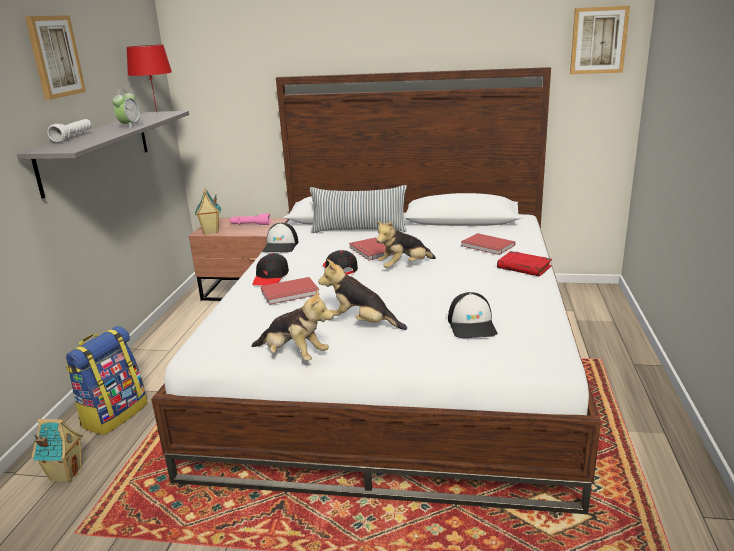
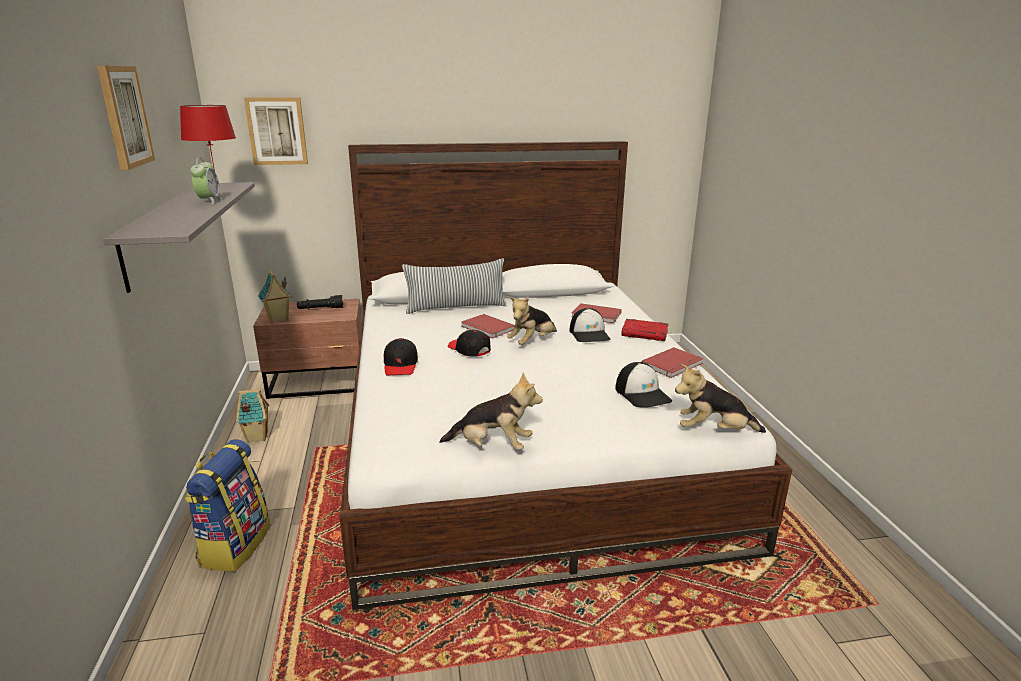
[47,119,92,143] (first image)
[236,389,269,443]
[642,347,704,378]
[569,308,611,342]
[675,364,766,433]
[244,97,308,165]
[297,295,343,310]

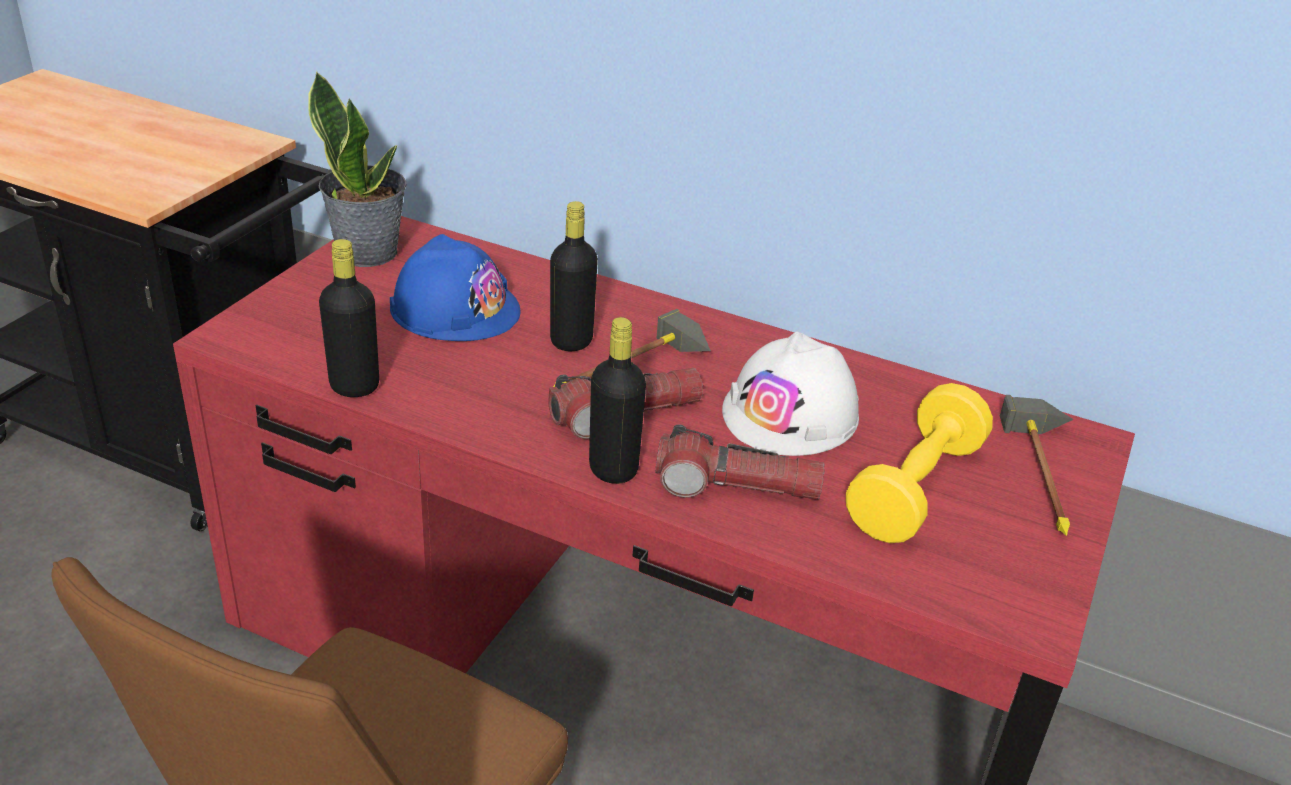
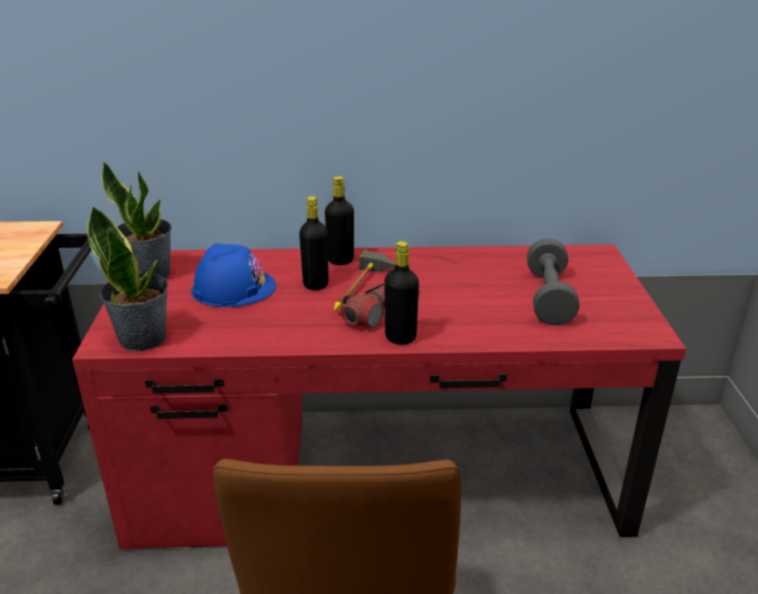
[655,425,825,500] (first image)
[722,331,859,456] (first image)
[1000,395,1074,536] (first image)
[87,207,168,351]
[325,176,354,265]
[527,238,579,325]

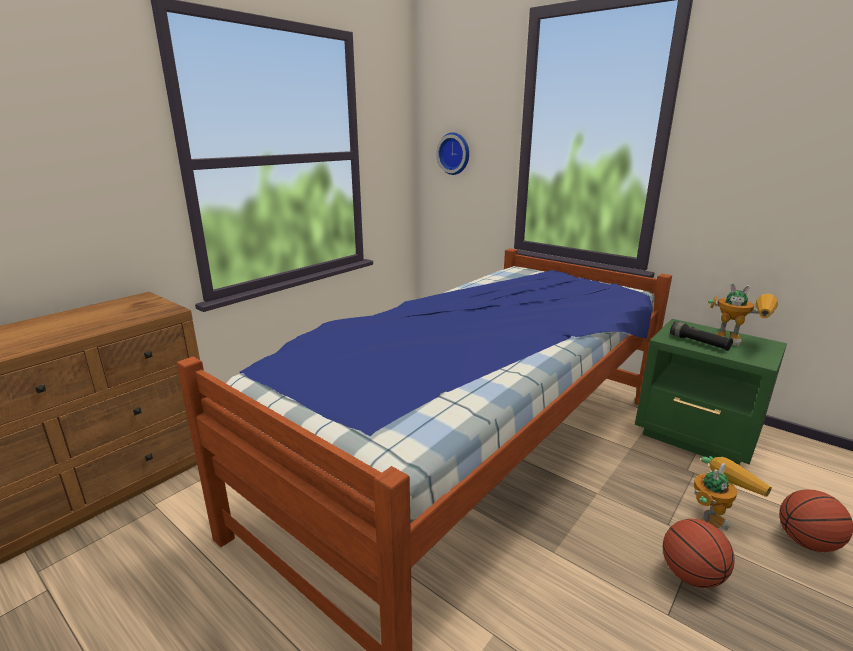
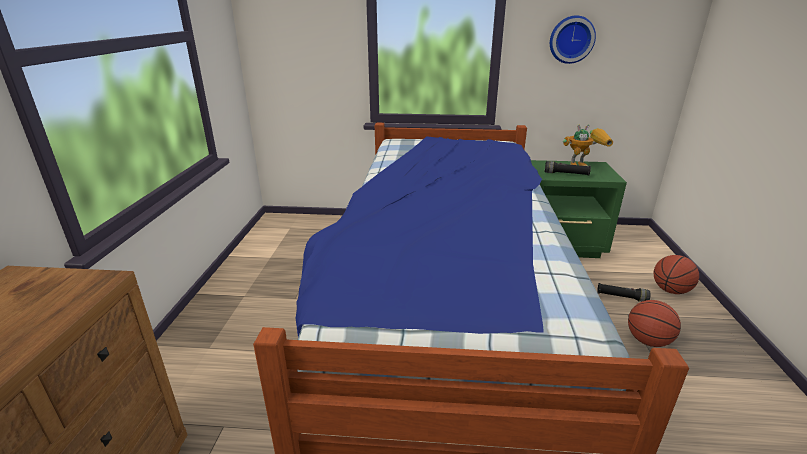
[550,15,596,64]
[597,283,650,302]

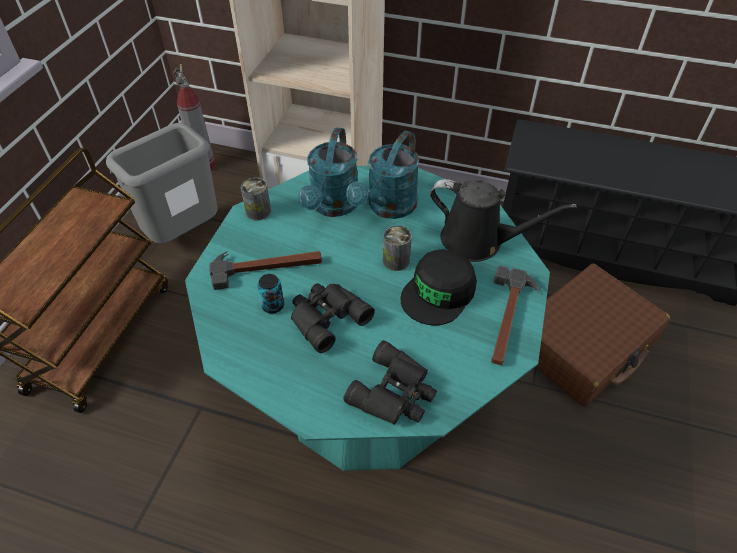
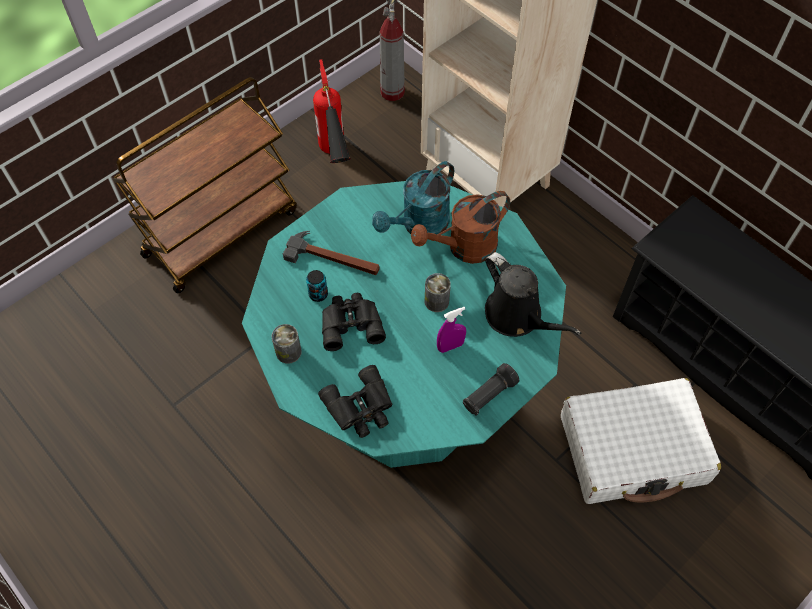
[271,324,302,364]
[313,59,351,163]
[437,307,466,353]
[463,363,519,416]
[411,191,510,264]
[561,378,721,504]

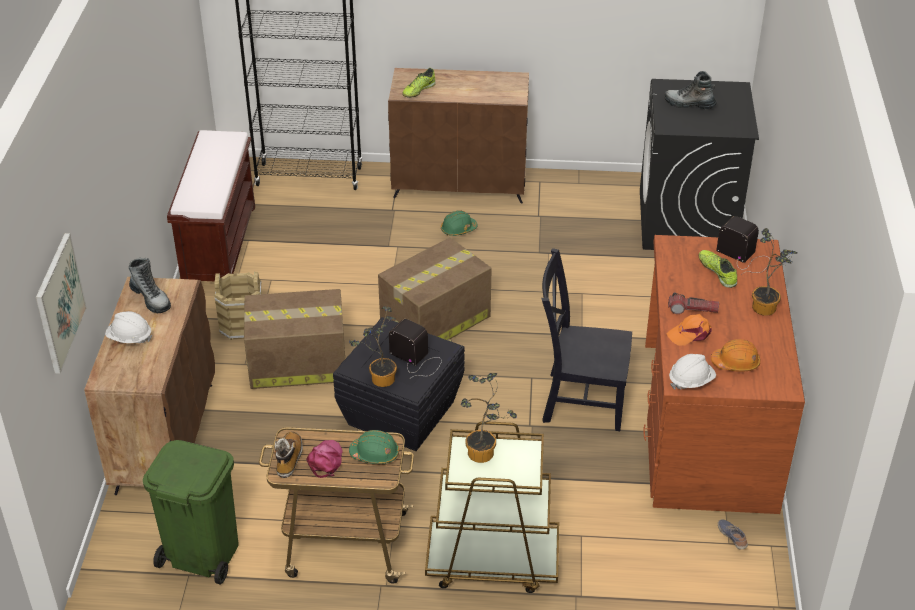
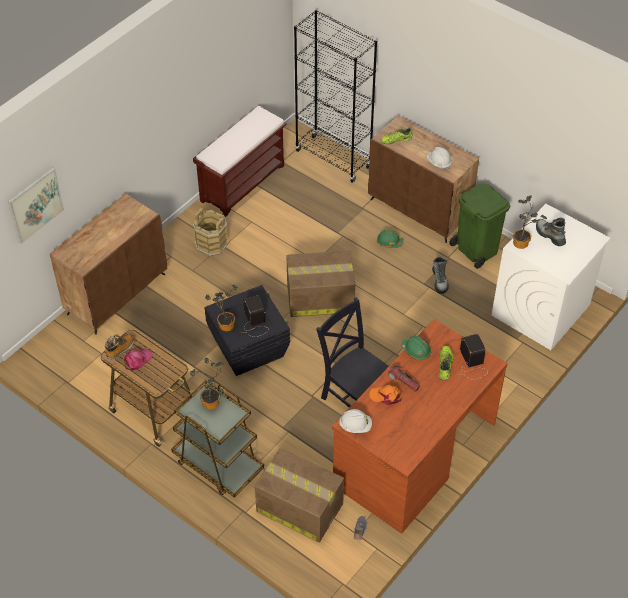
[711,339,761,372] (first image)
[427,147,452,170]
[432,257,449,294]
[449,183,510,269]
[255,448,344,543]
[401,336,431,360]
[513,196,547,249]
[492,204,610,350]

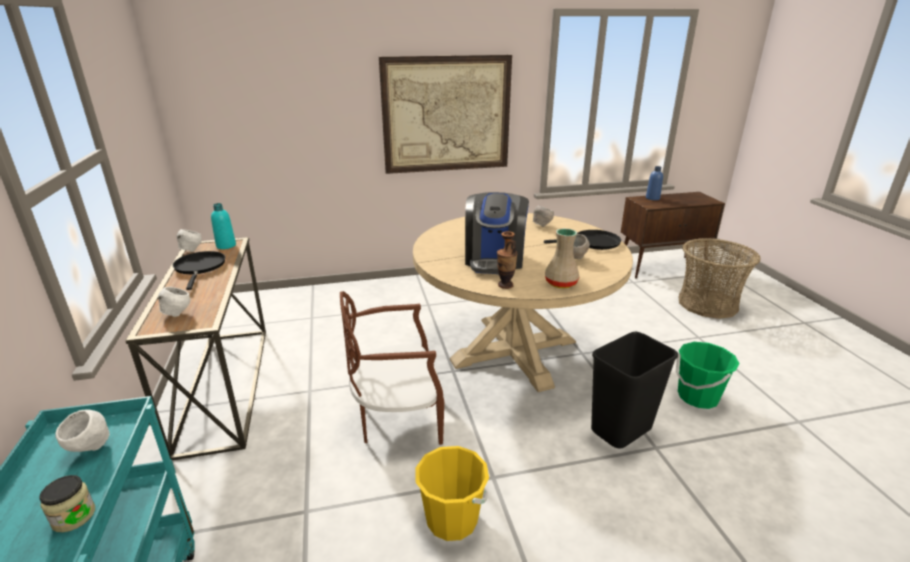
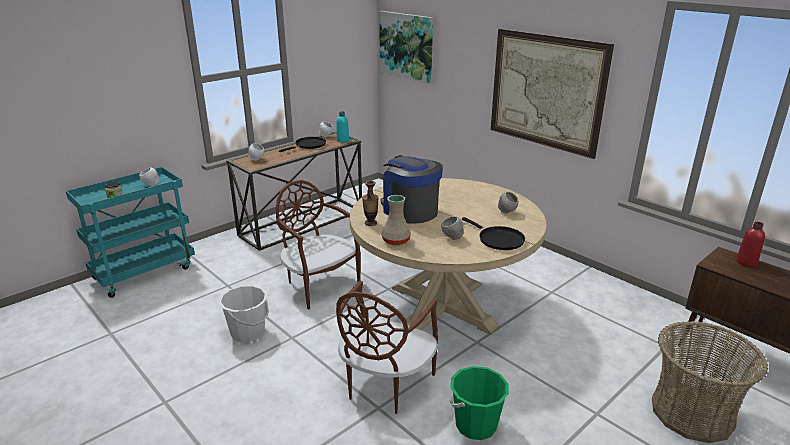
[379,11,433,84]
[336,281,438,414]
[219,285,269,342]
[736,222,765,267]
[381,155,443,224]

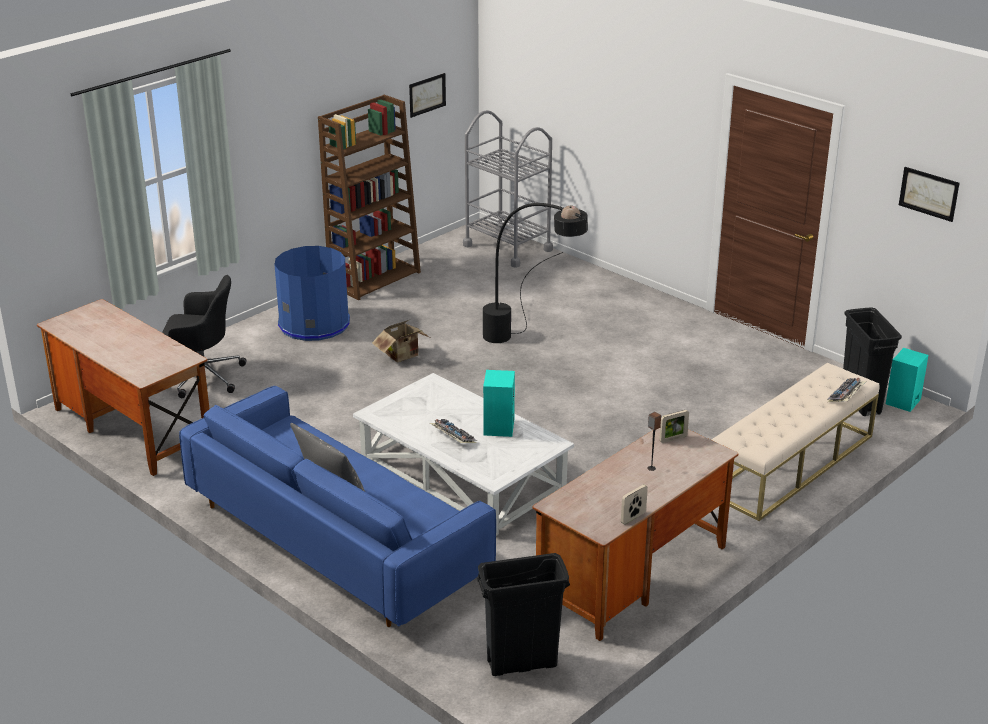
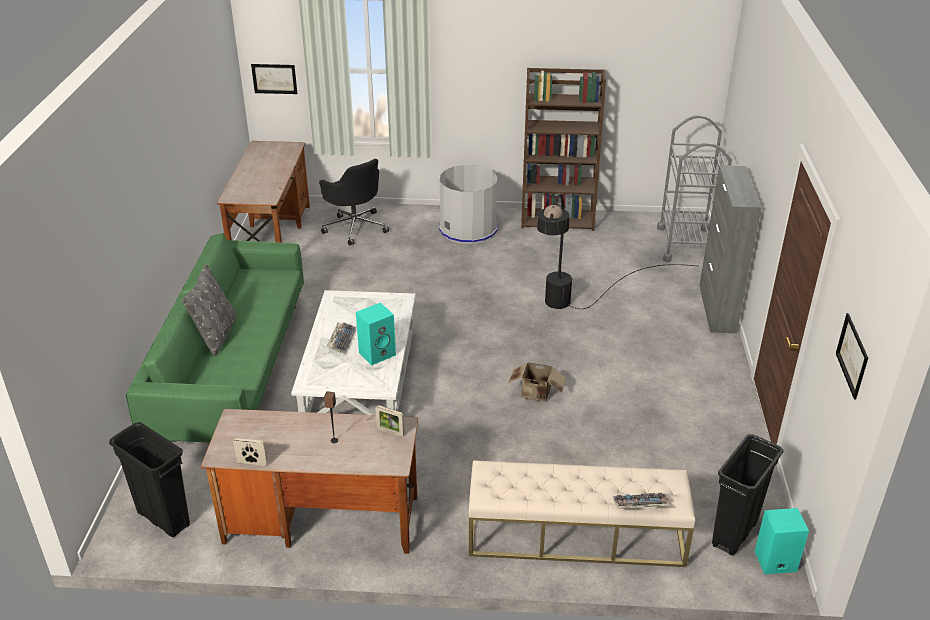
[699,165,762,333]
[508,362,566,402]
[251,64,297,94]
[126,233,304,443]
[439,165,498,244]

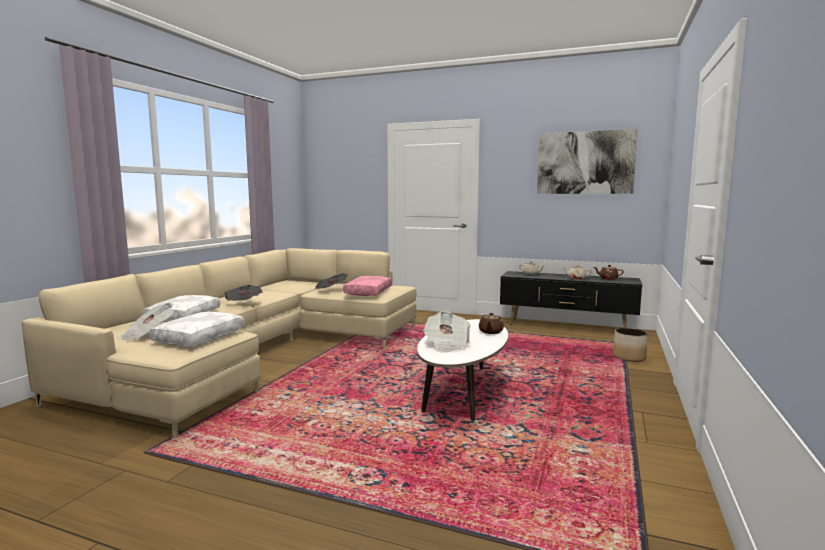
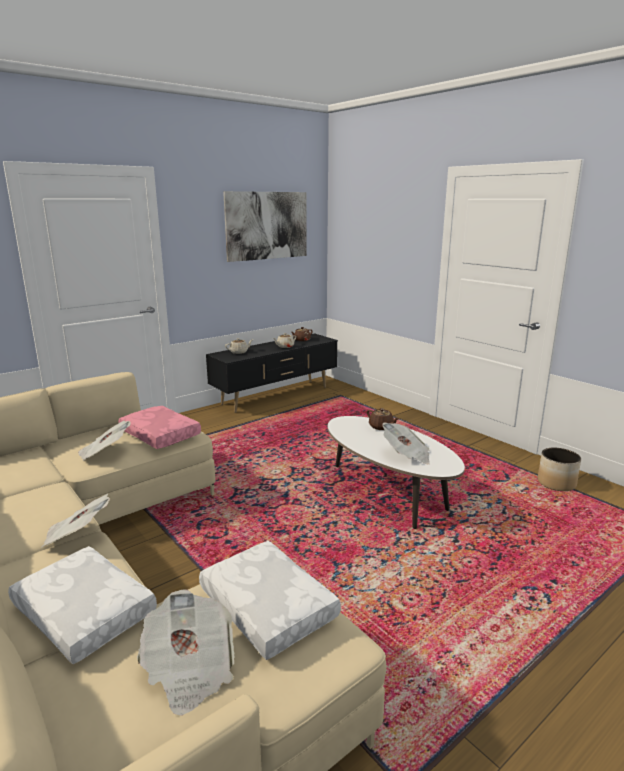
[538,448,581,491]

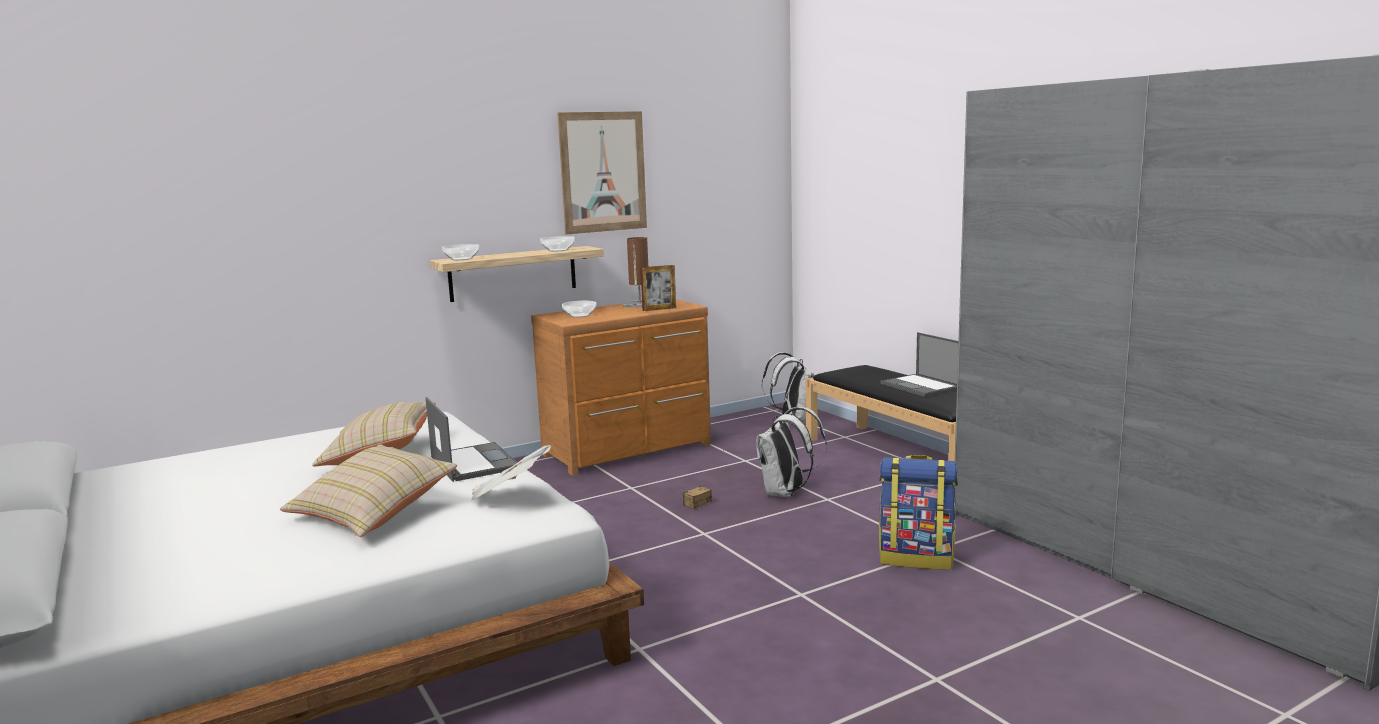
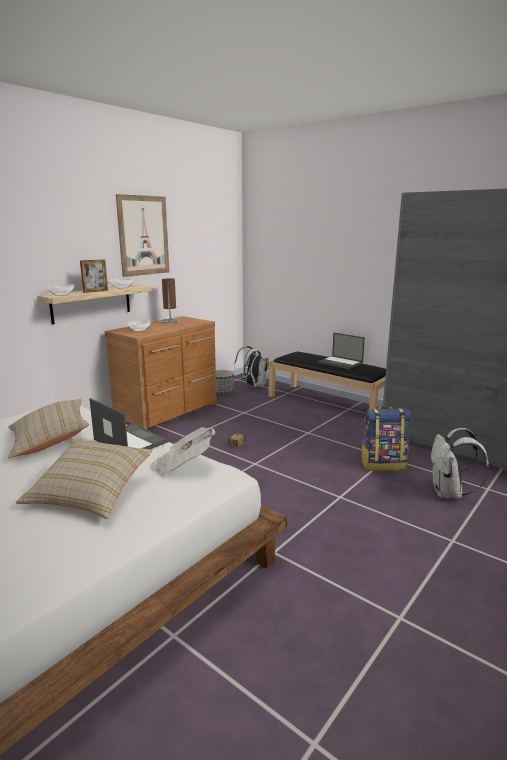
[216,370,234,395]
[80,259,108,293]
[431,428,489,499]

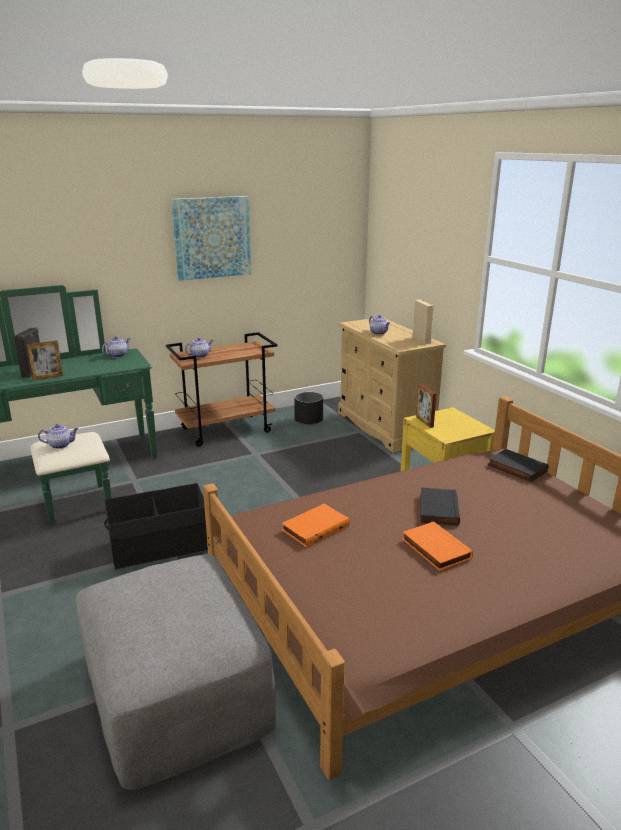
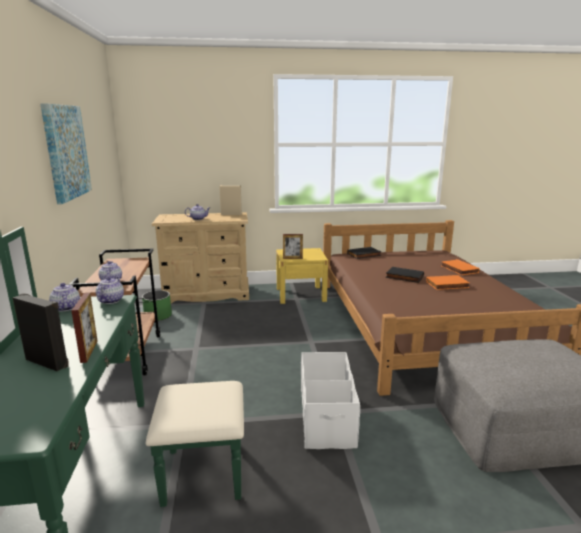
[96,276,124,304]
[441,259,480,275]
[301,352,360,449]
[142,290,172,321]

